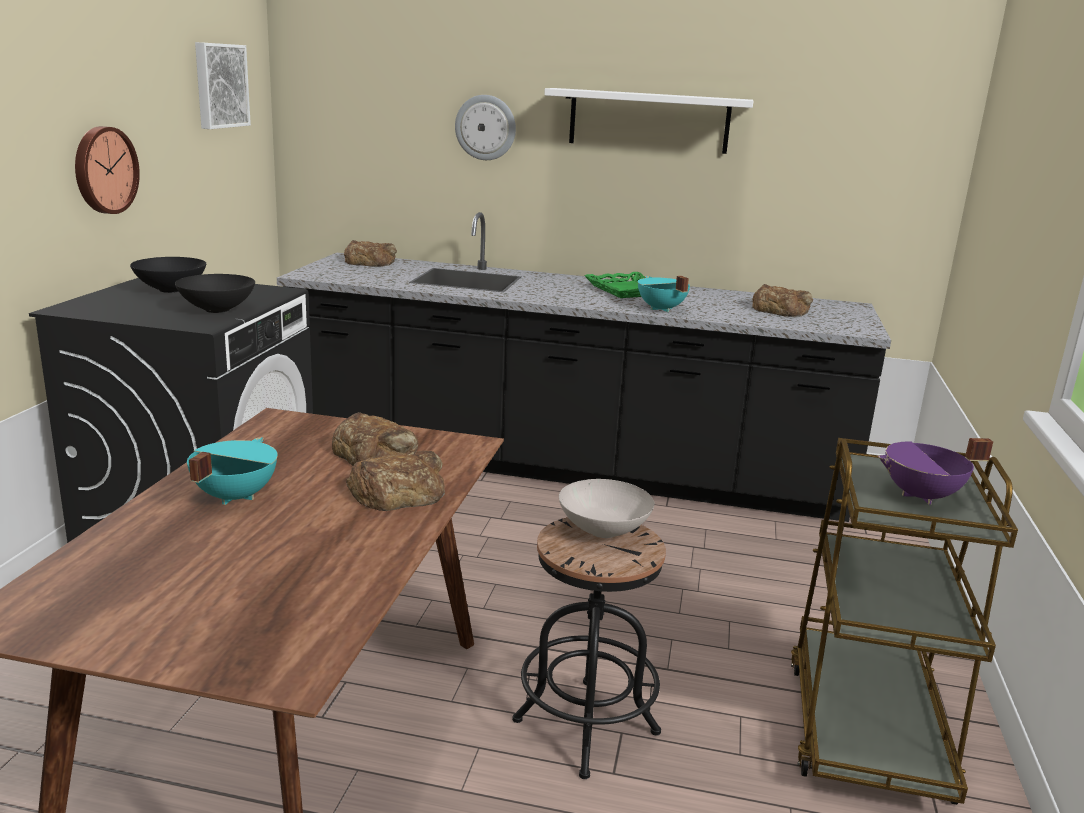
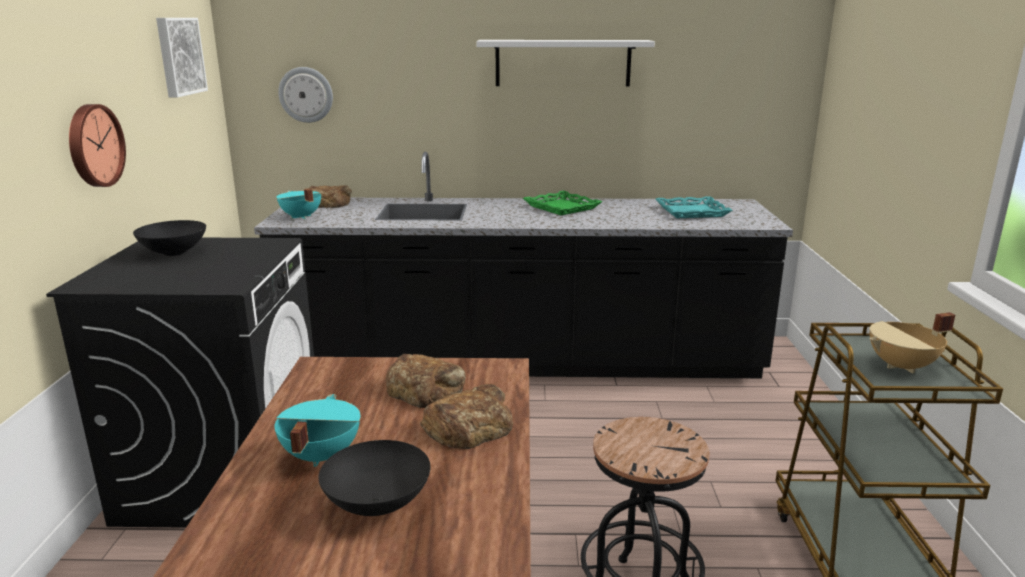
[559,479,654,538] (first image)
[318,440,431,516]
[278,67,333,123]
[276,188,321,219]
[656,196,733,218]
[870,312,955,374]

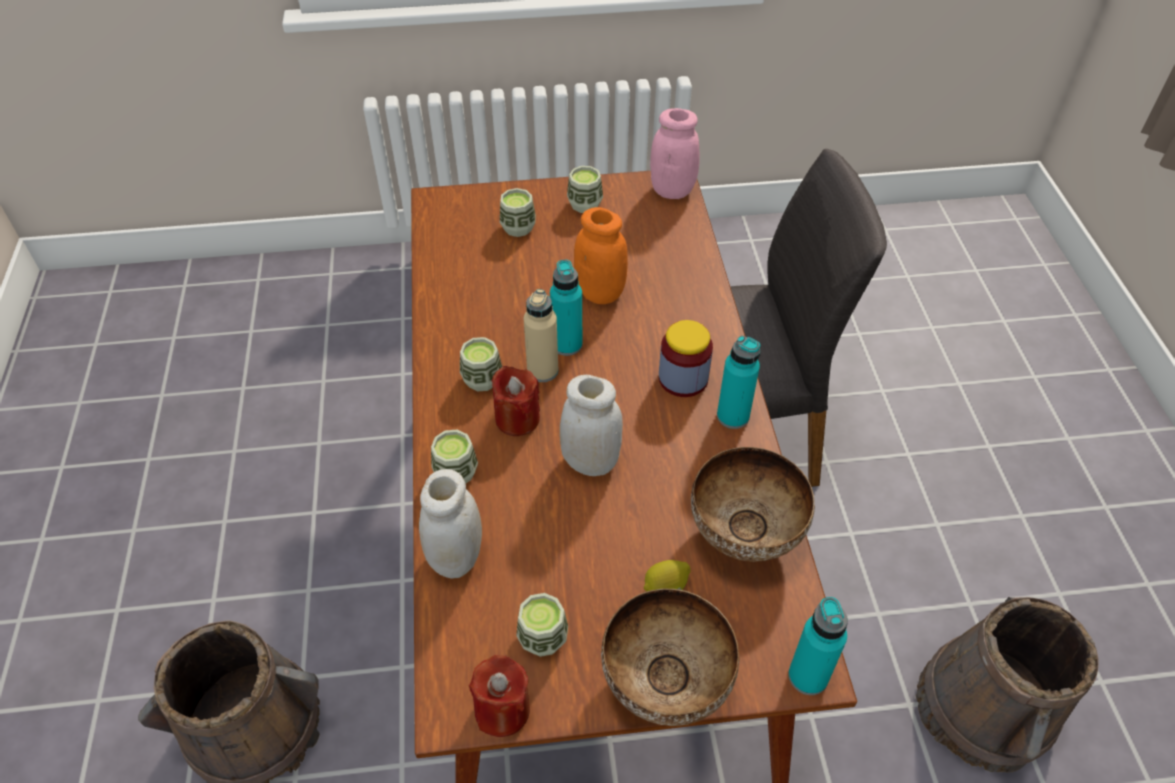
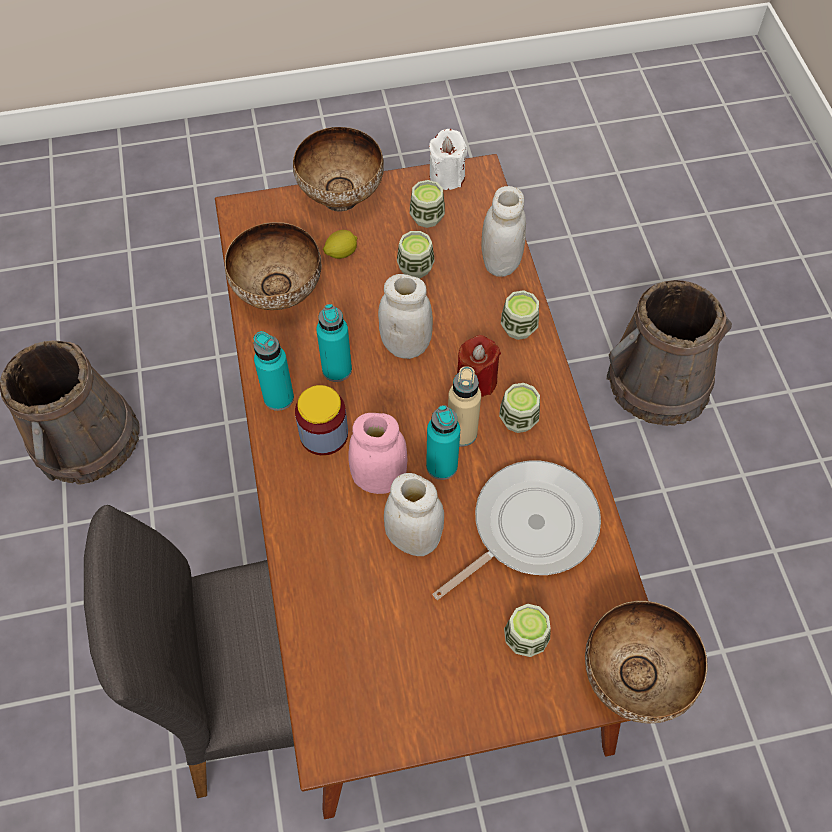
[432,461,601,600]
[585,601,708,724]
[397,231,435,279]
[348,413,407,494]
[316,304,352,382]
[429,129,467,190]
[384,473,444,556]

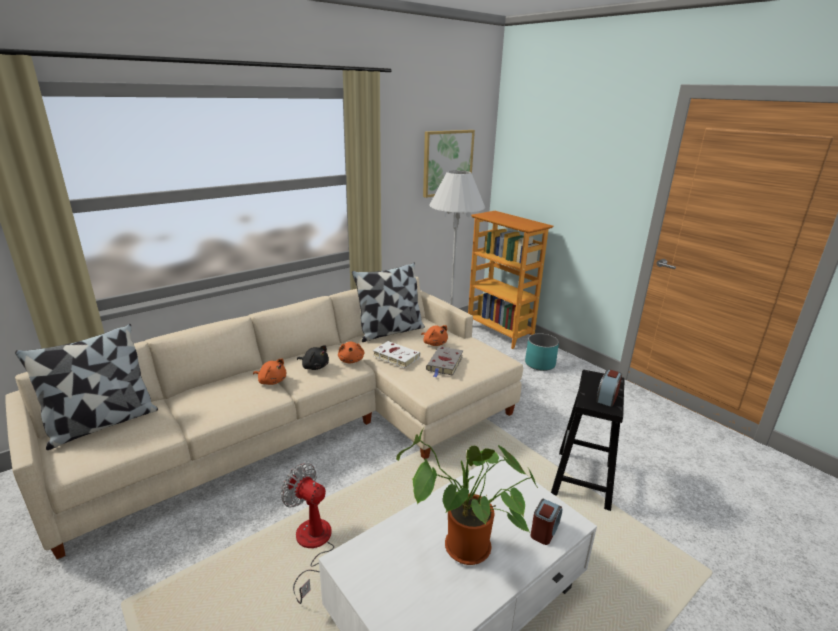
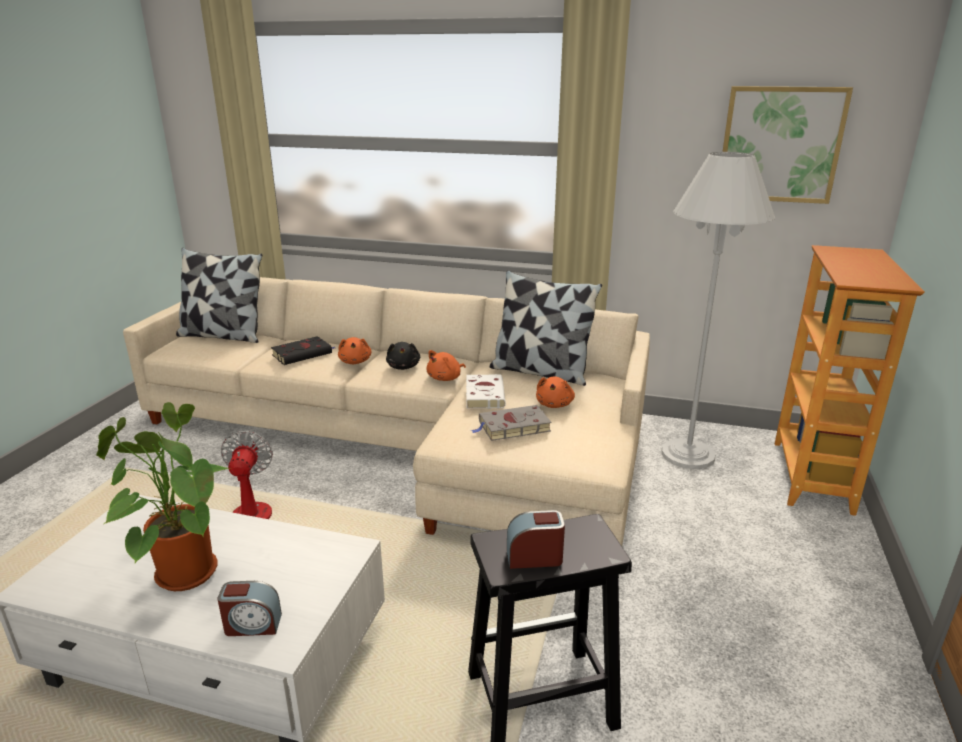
[525,334,559,371] (first image)
[271,336,334,365]

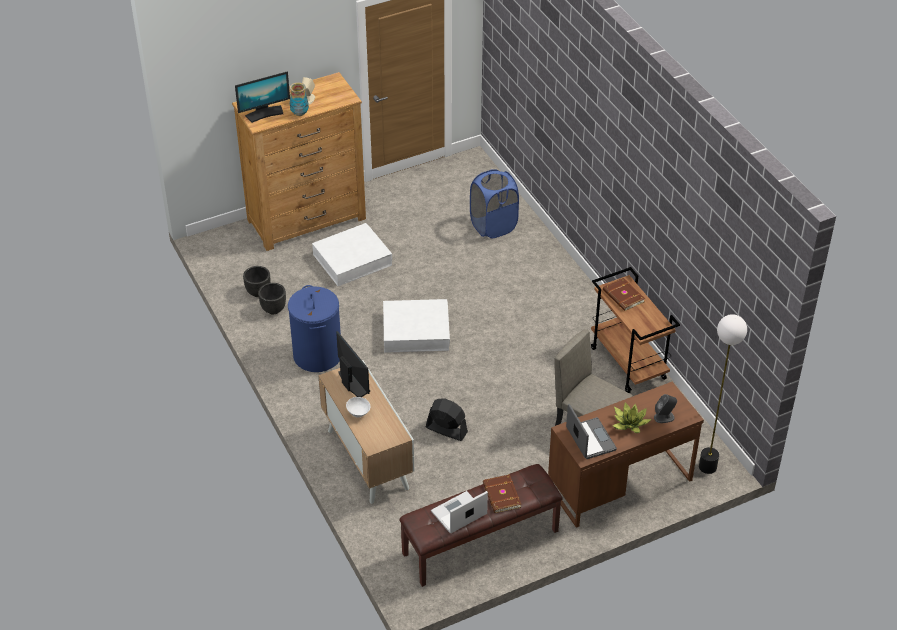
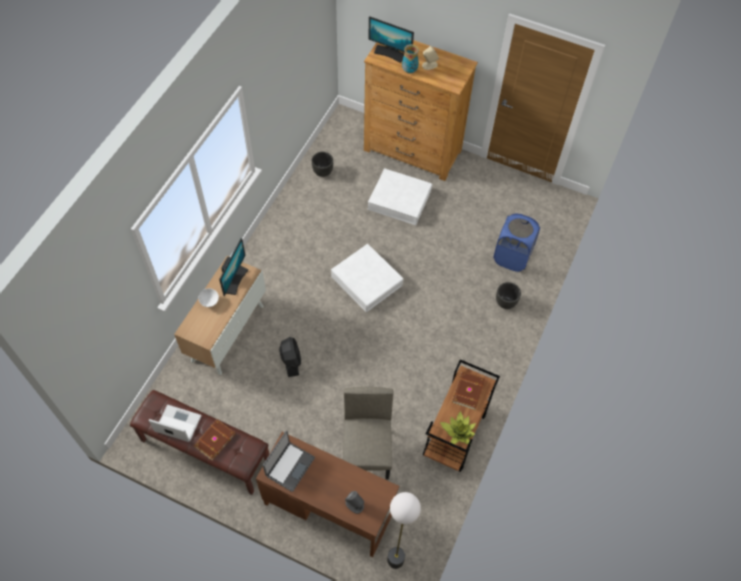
[288,285,341,372] (first image)
[496,282,521,309]
[440,411,476,444]

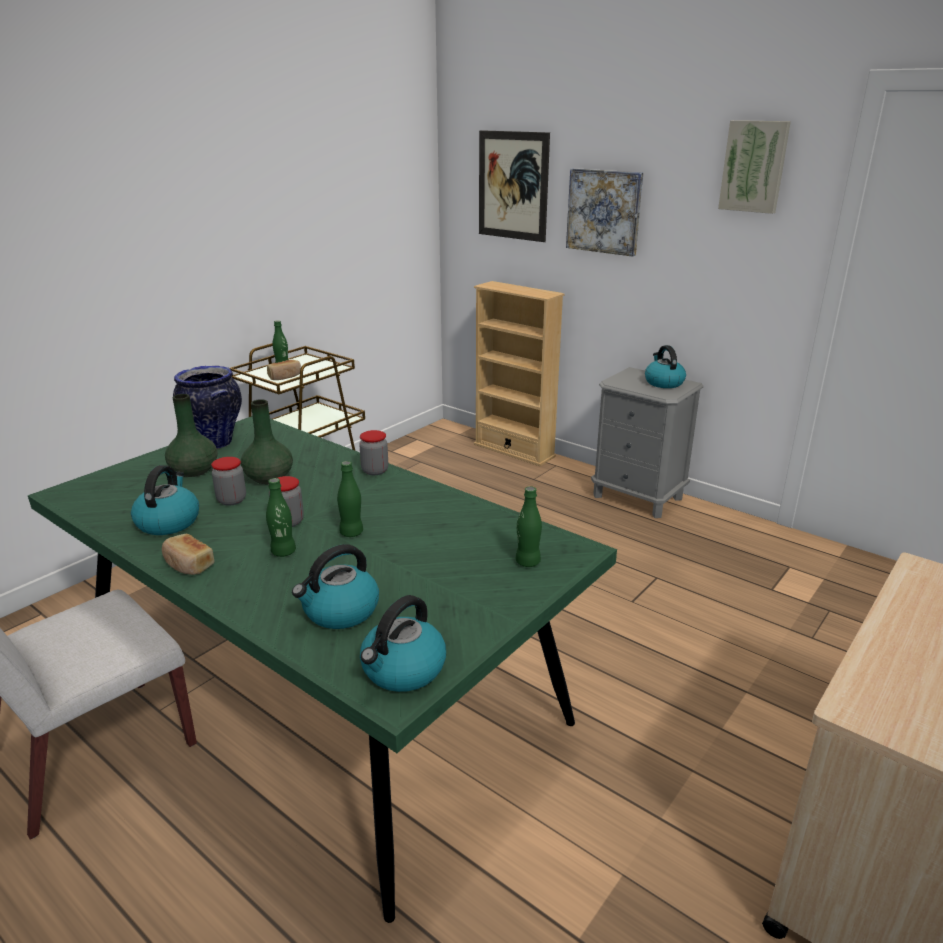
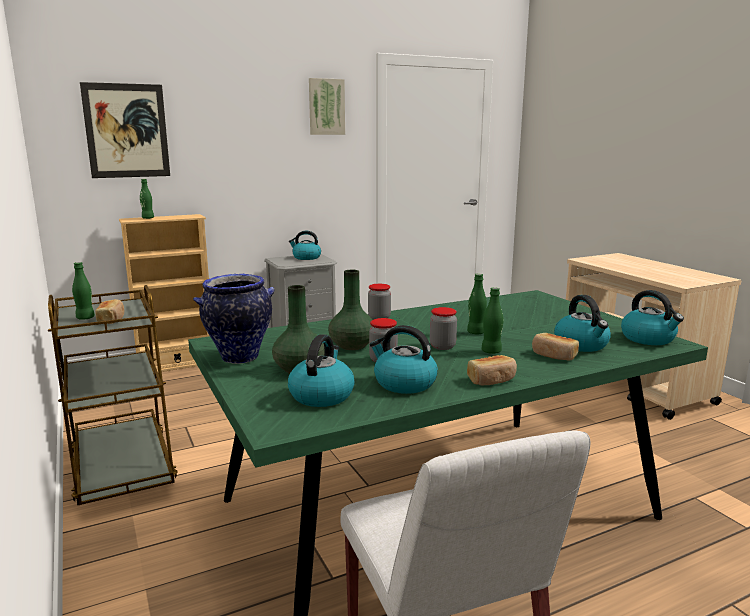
[566,168,643,257] (first image)
[288,334,355,407]
[532,333,579,360]
[140,179,154,219]

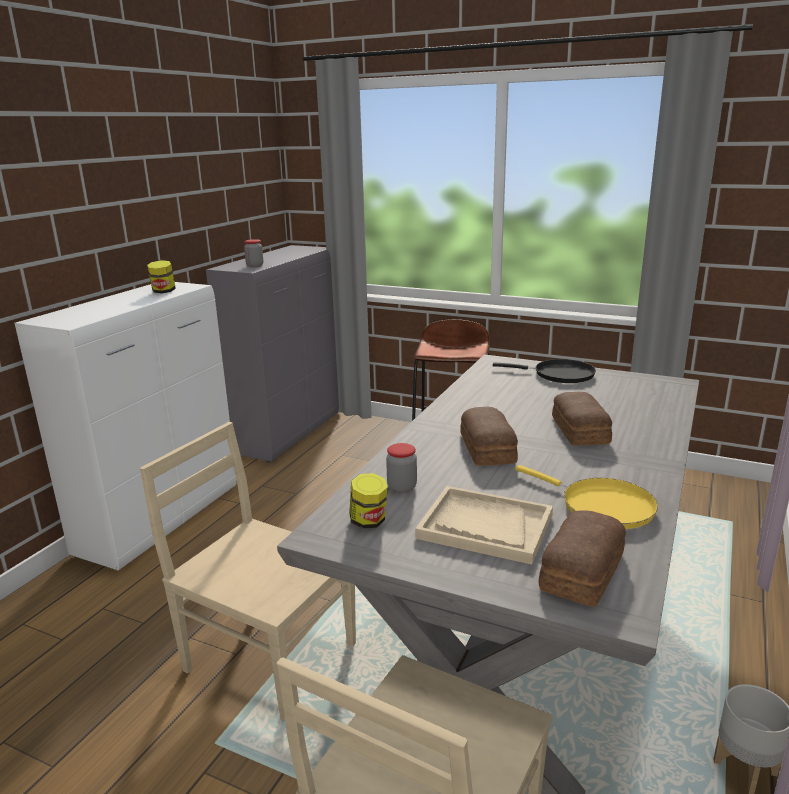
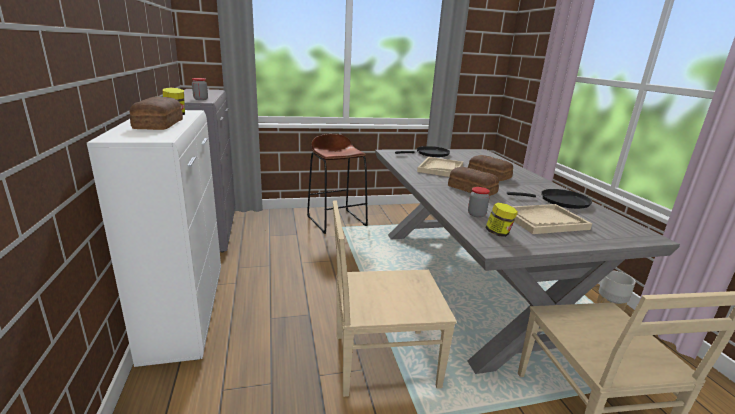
[417,157,463,177]
[130,96,183,130]
[507,189,592,209]

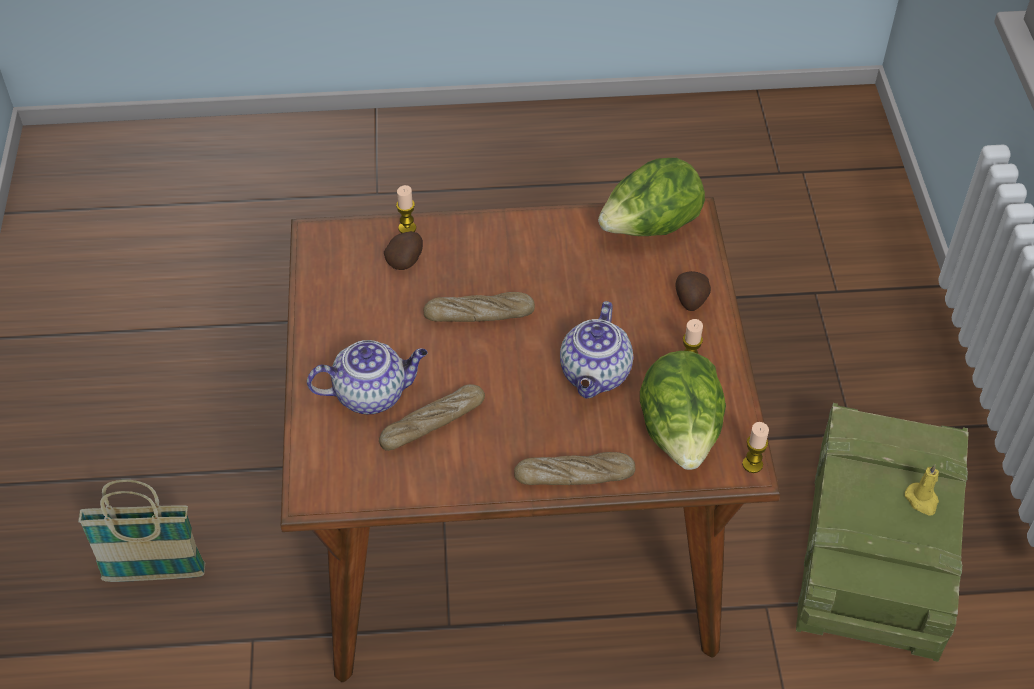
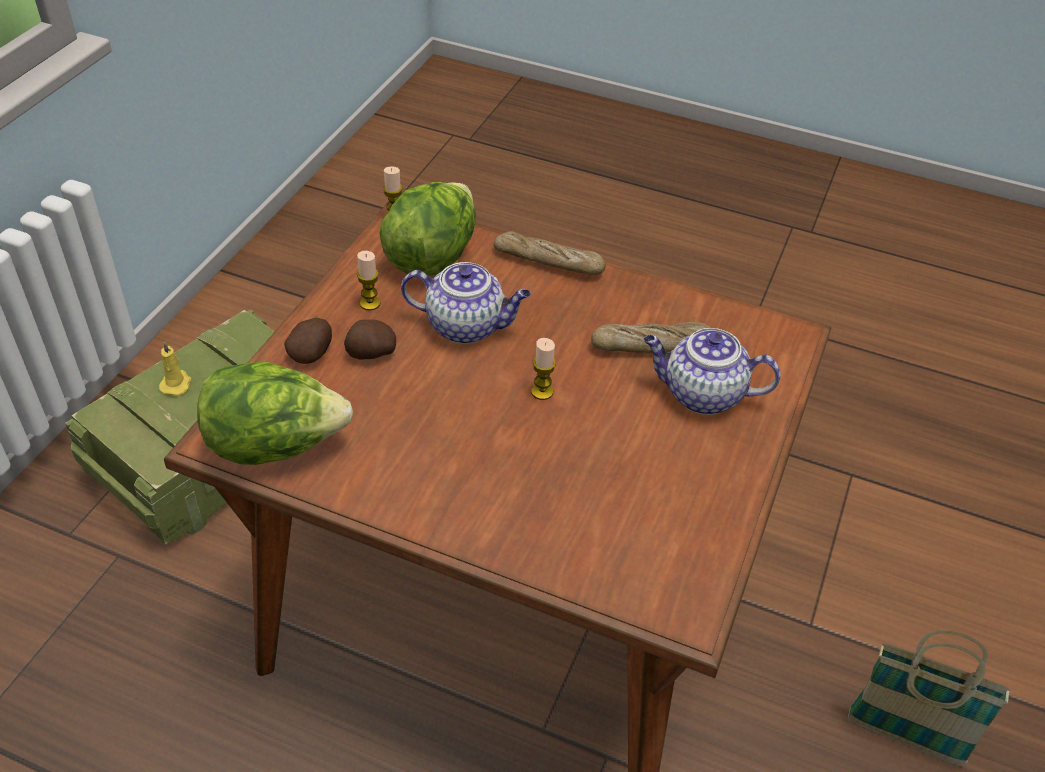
[423,292,535,322] (first image)
[344,319,396,359]
[531,338,556,400]
[401,262,531,344]

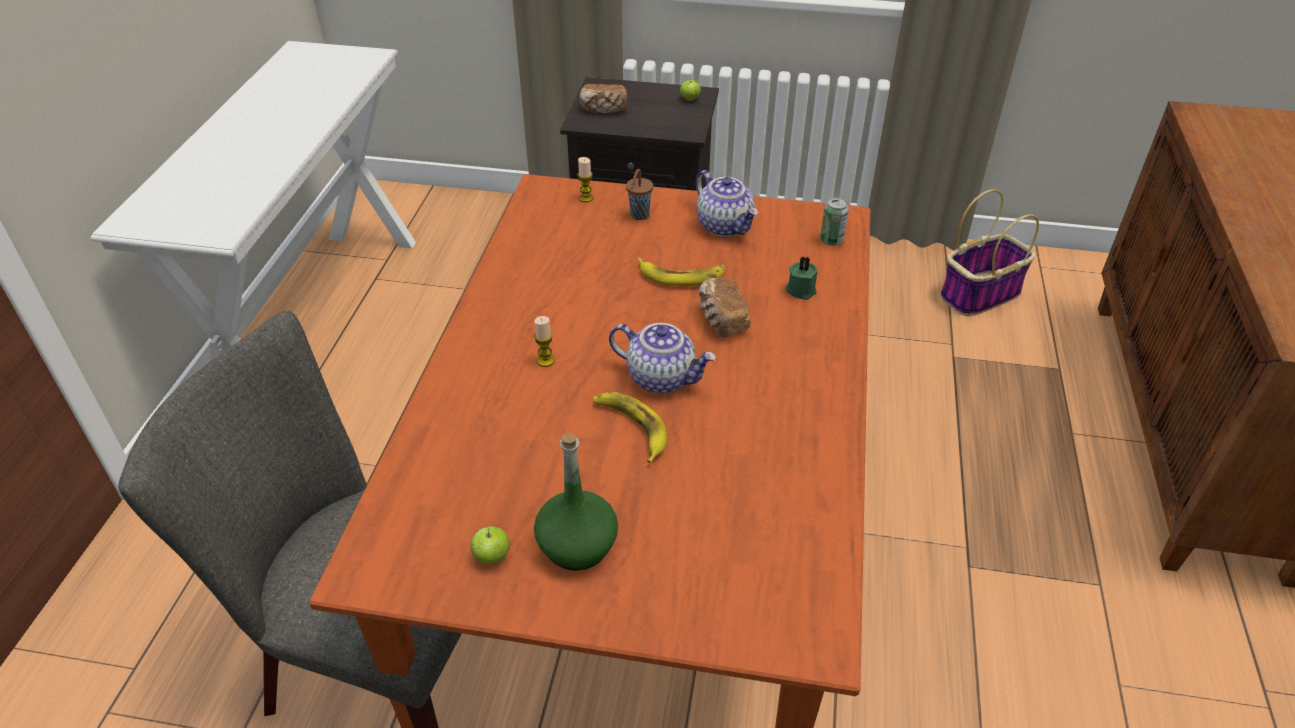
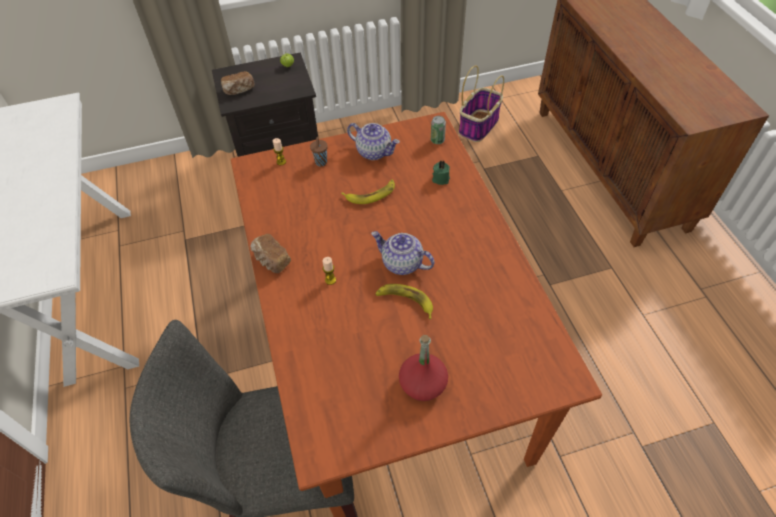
[470,526,510,564] (first image)
[251,234,291,273]
[399,335,448,401]
[371,231,435,275]

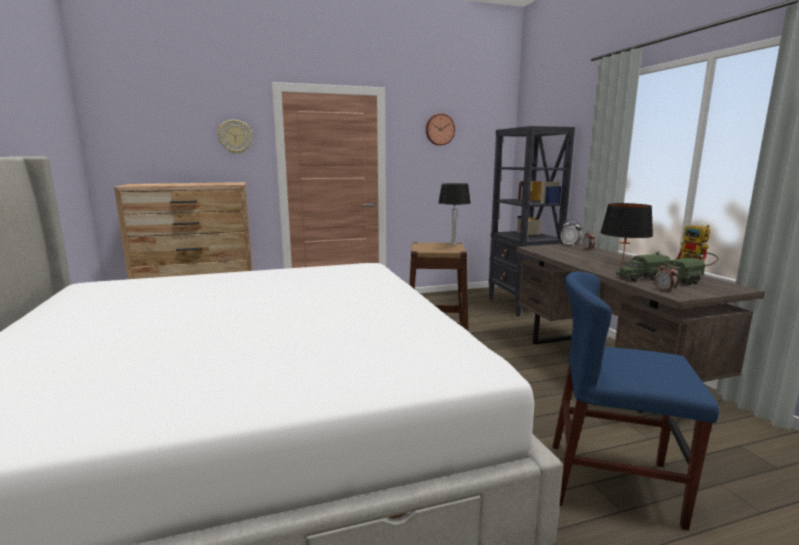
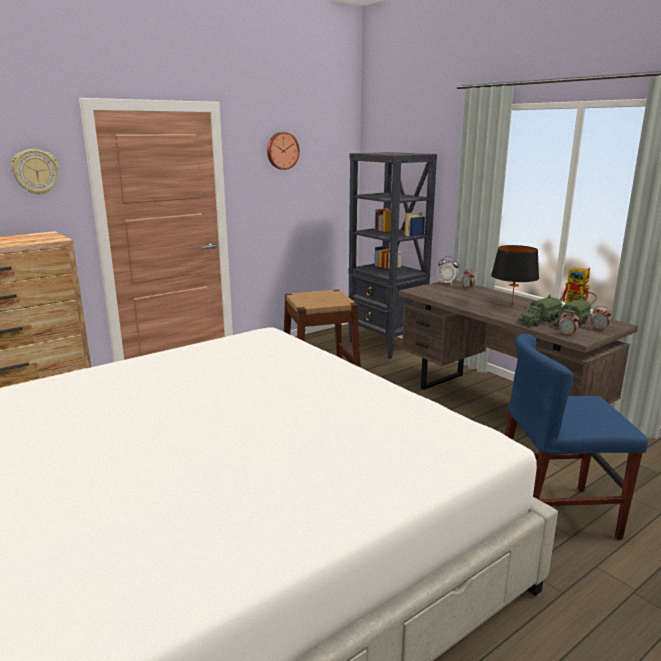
[438,183,471,246] (first image)
[591,306,612,331]

